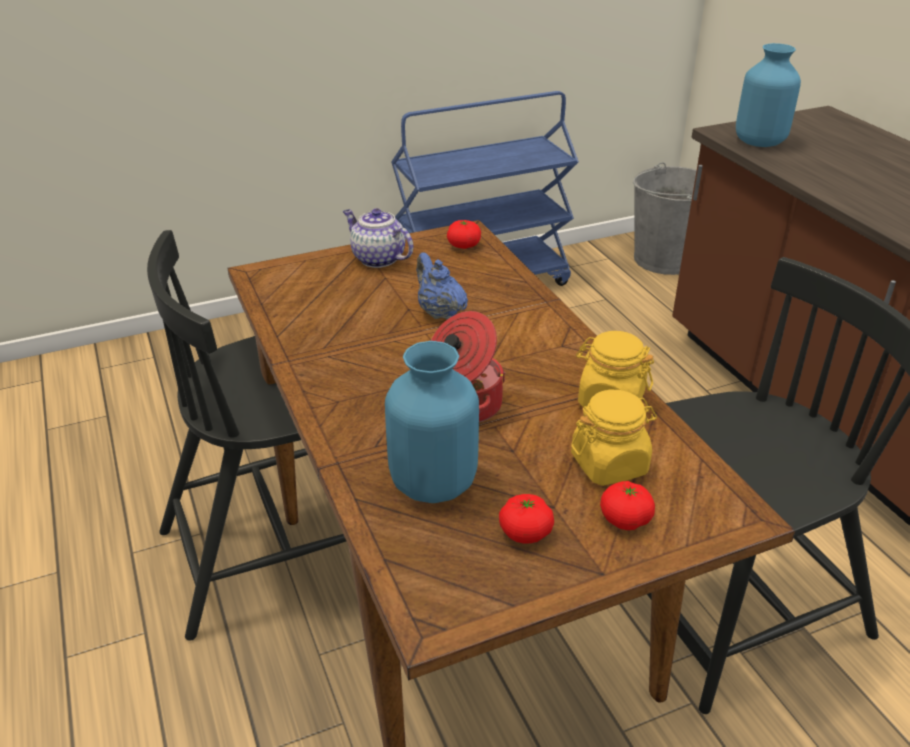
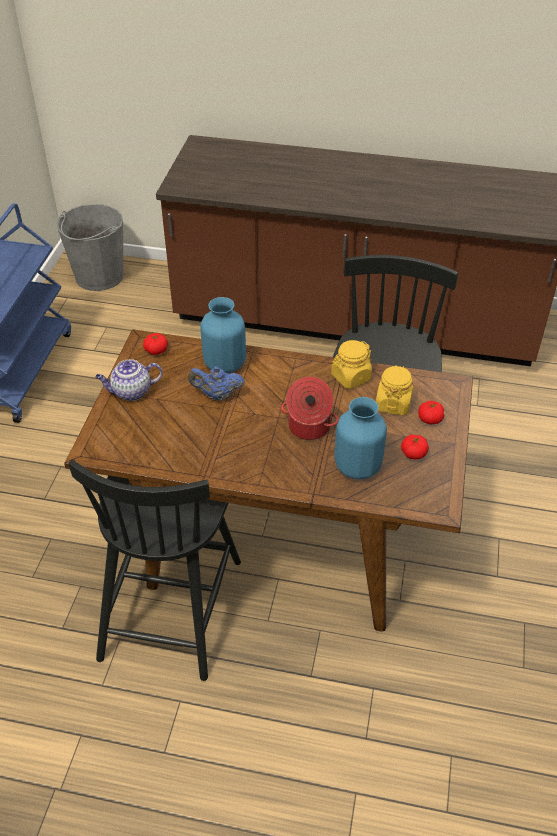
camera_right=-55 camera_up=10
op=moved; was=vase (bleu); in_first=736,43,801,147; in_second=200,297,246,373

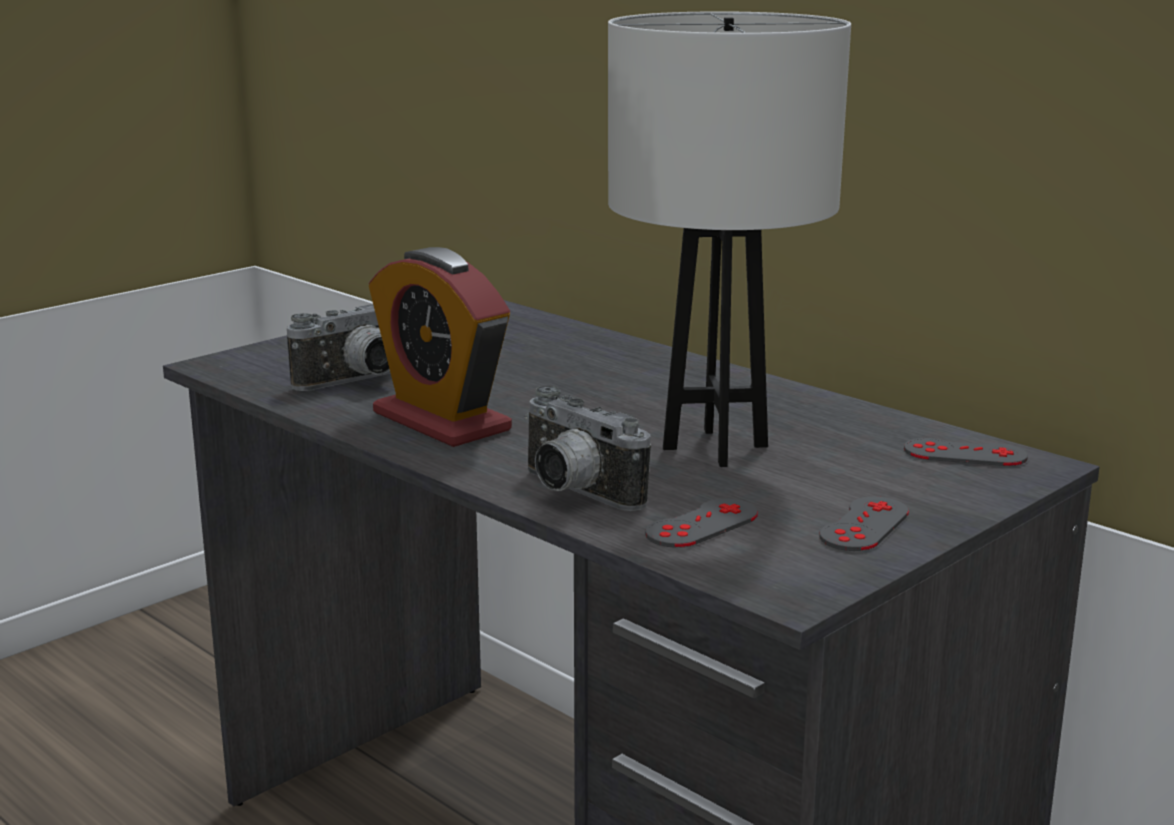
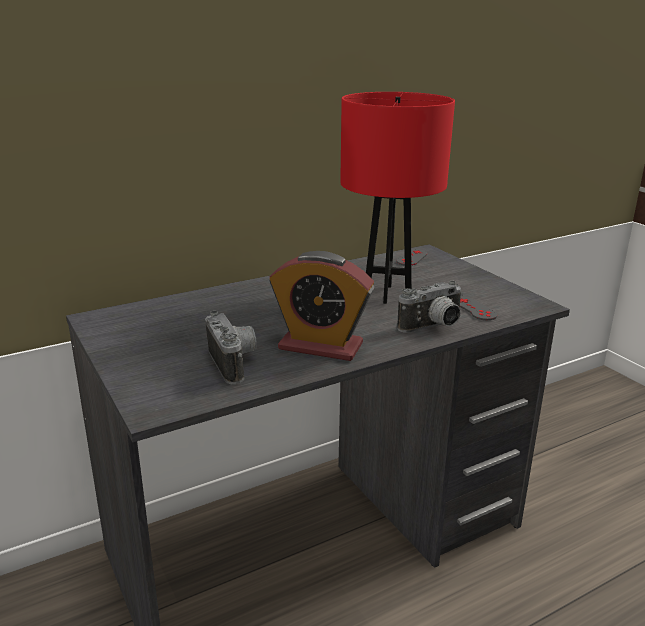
camera_right=-75 camera_up=5
op=turned; was=réveil; in_first=369,247,512,447; in_second=269,251,374,361; clockwise=45
op=recoloured; was=lampe de table (blanc); now=lampe de table (rouge); in_first=608,11,851,467; in_second=340,92,455,304
op=removed; was=manette (gris); in_first=819,497,909,551

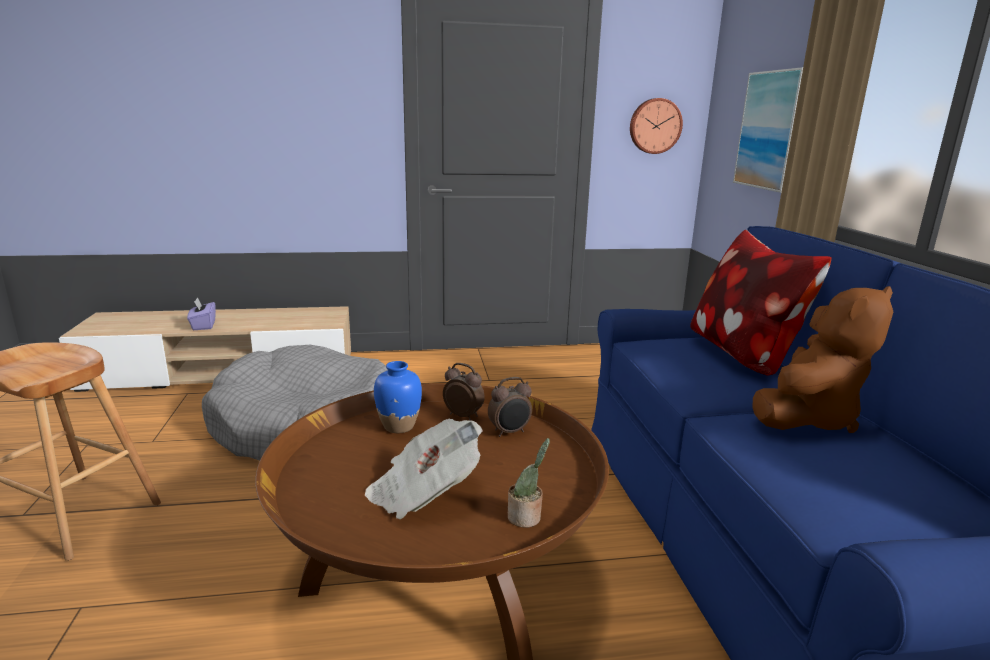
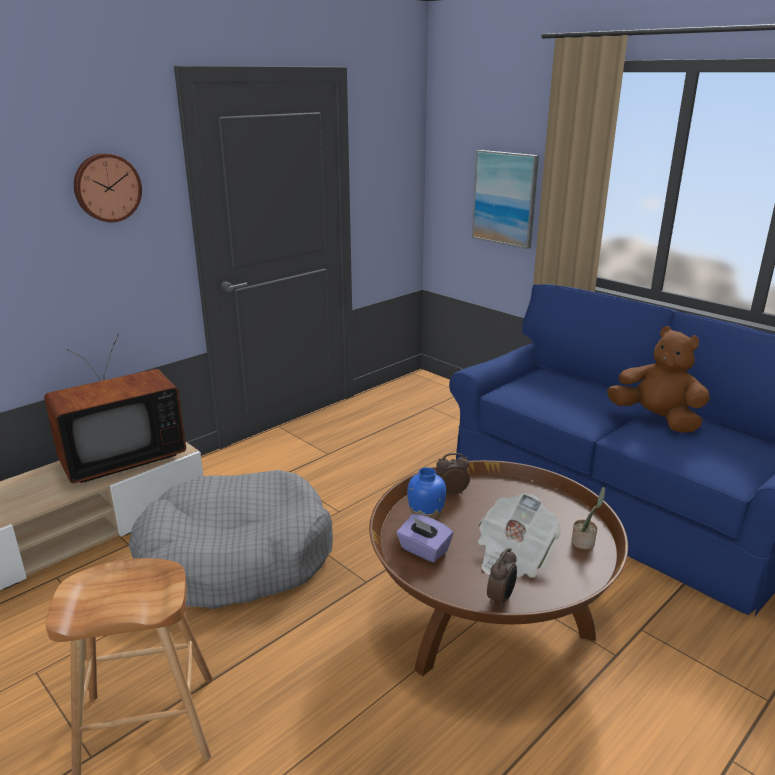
camera_right=-35 camera_up=5
op=moved; was=boîte à mouchoirs (violet); in_first=187,297,216,330; in_second=397,514,453,563
op=moved; was=réveil; in_first=488,377,532,437; in_second=487,548,517,608
op=moved; was=horloge murale; in_first=630,98,683,154; in_second=74,153,142,222
op=removed; was=coussin; in_first=690,230,832,375
op=turned; was=peluche (marron); in_first=753,286,893,433; in_second=607,326,710,433; clockwise=-60
op=added; now=téléviseur; in_second=44,334,186,484

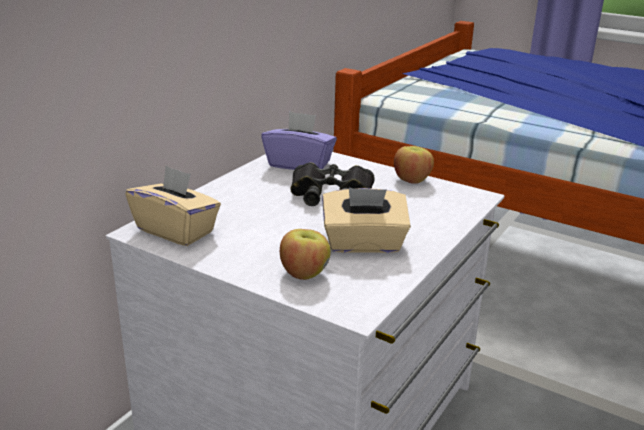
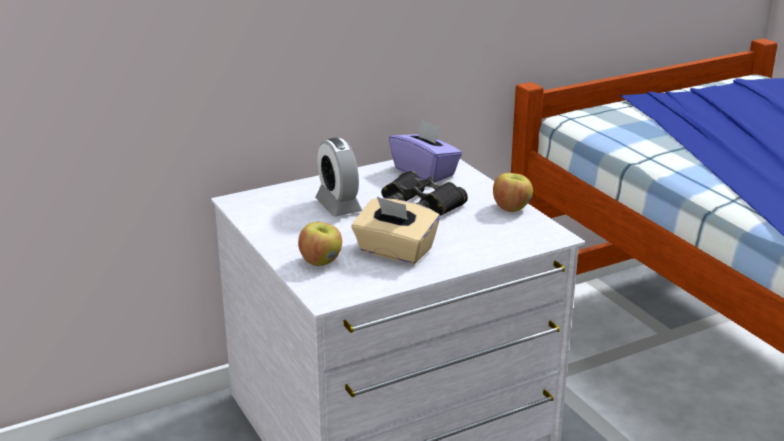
camera_right=30 camera_up=0
op=removed; was=boîte à mouchoirs (beige); in_first=125,166,221,246
op=added; now=réveil; in_second=315,138,362,217

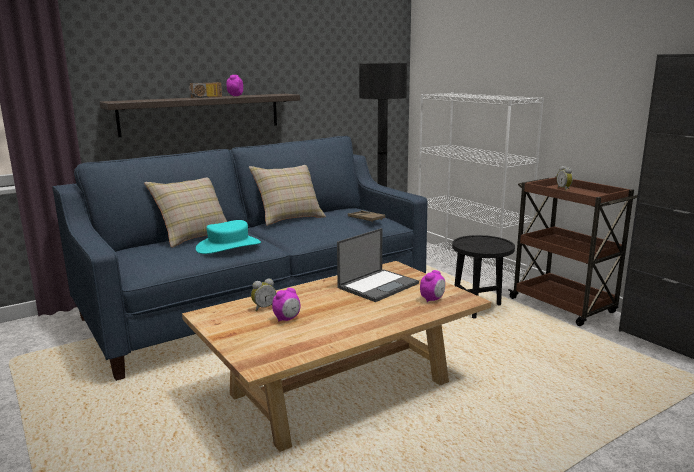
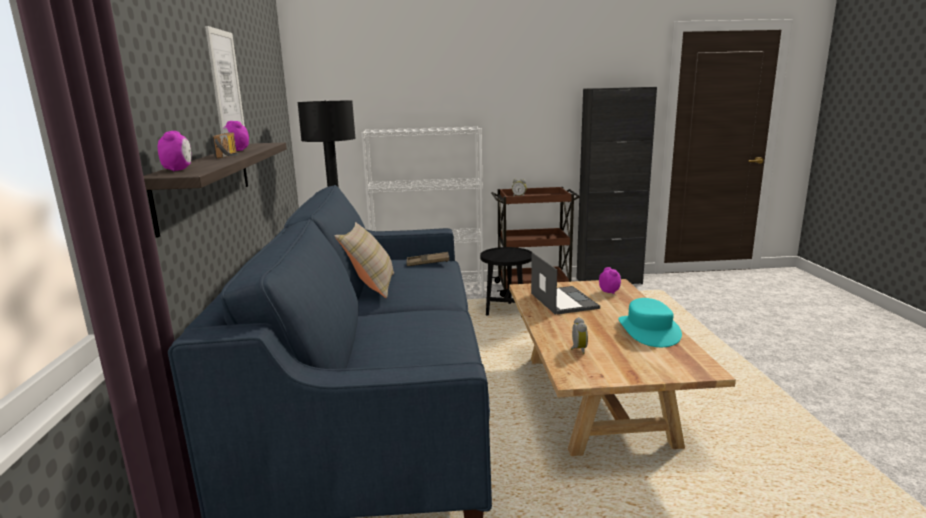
camera_right=-60 camera_up=0
op=removed; was=coussin (beige); in_first=144,177,227,248
op=moved; was=chapeau (turquoise); in_first=196,220,261,254; in_second=618,298,682,347
op=moved; was=réveil; in_first=272,288,301,322; in_second=158,131,191,171
op=added; now=tableau; in_second=205,26,245,134

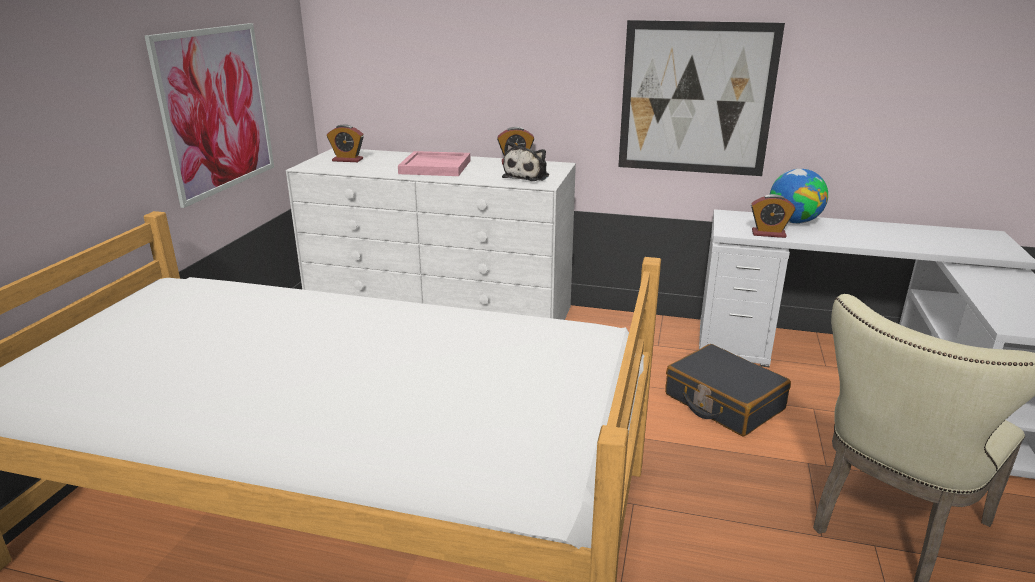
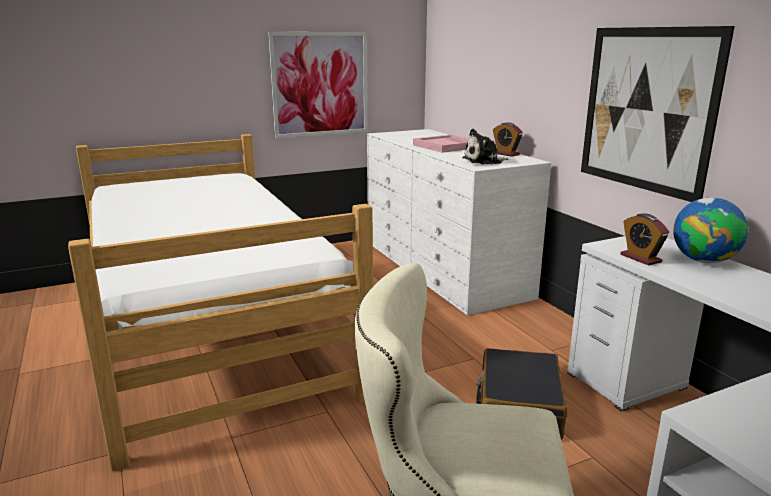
camera_right=50 camera_up=-5
op=removed; was=réveil; in_first=327,124,364,162

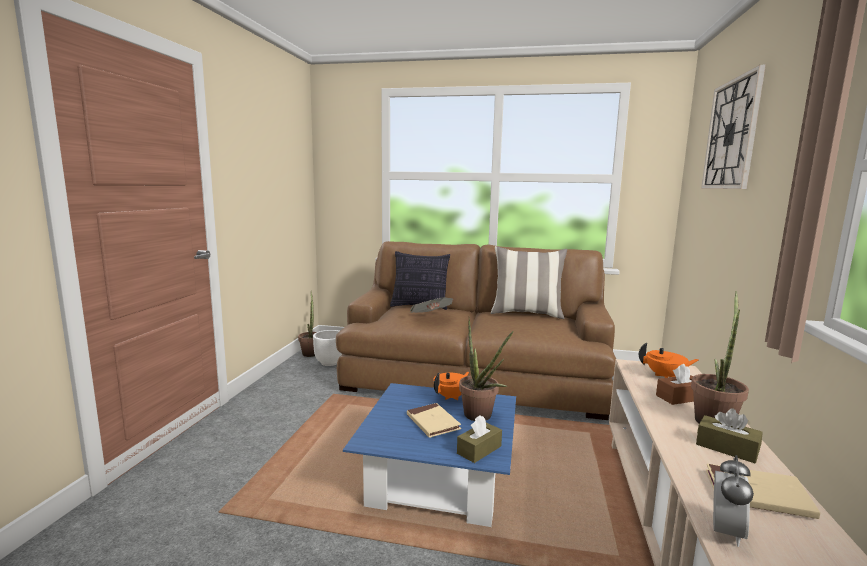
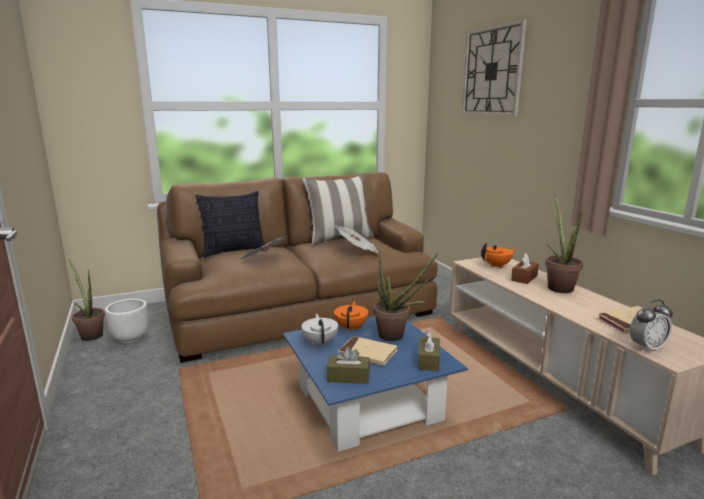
camera_right=-35 camera_up=5
op=moved; was=boîte à mouchoirs (marron); in_first=696,408,763,463; in_second=327,347,370,384
op=turned; was=réveil; in_first=713,455,754,547; in_second=630,300,673,352; clockwise=75
op=added; now=théière (blanc); in_second=302,314,338,347
op=added; now=journal; in_second=335,225,379,253

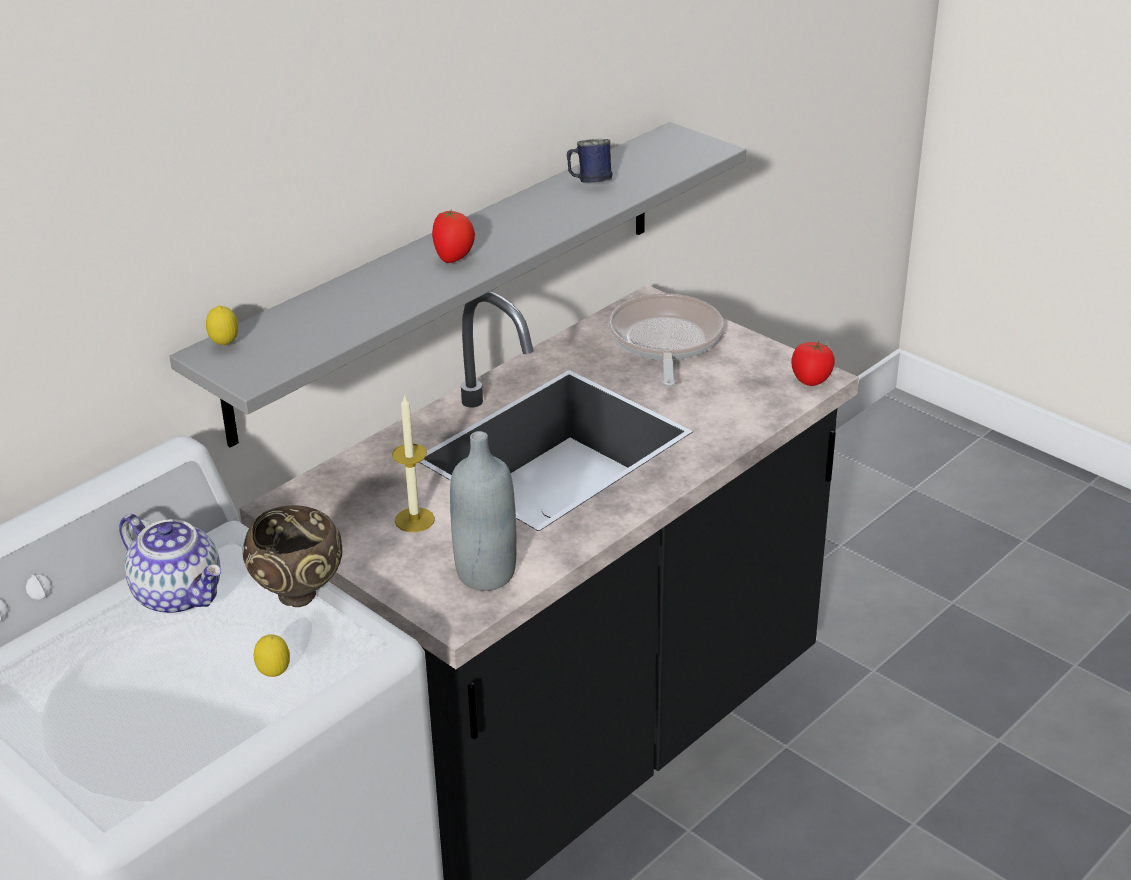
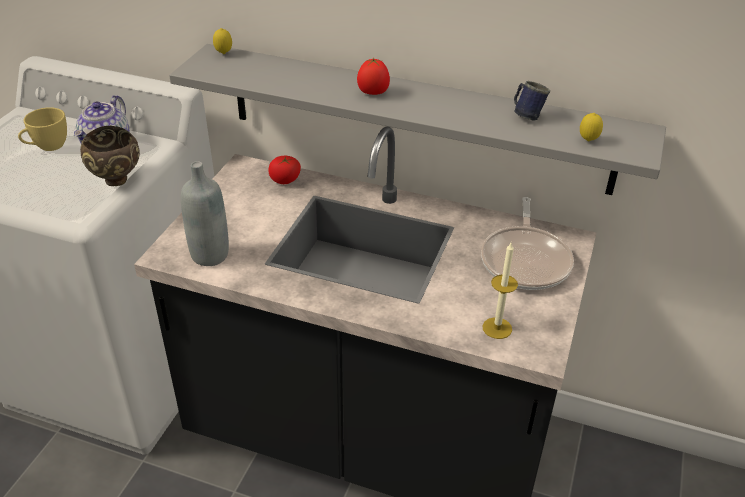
camera_right=65 camera_up=5
op=moved; was=citron; in_first=254,634,290,677; in_second=580,113,603,141
op=moved; was=bougie; in_first=392,394,435,532; in_second=483,243,518,339
op=turned; was=poêle; in_first=609,293,724,387; in_second=481,197,574,290; clockwise=120
op=moved; was=tomate; in_first=791,341,835,386; in_second=268,156,301,184
op=added; now=tasse (jaune); in_second=18,107,67,151

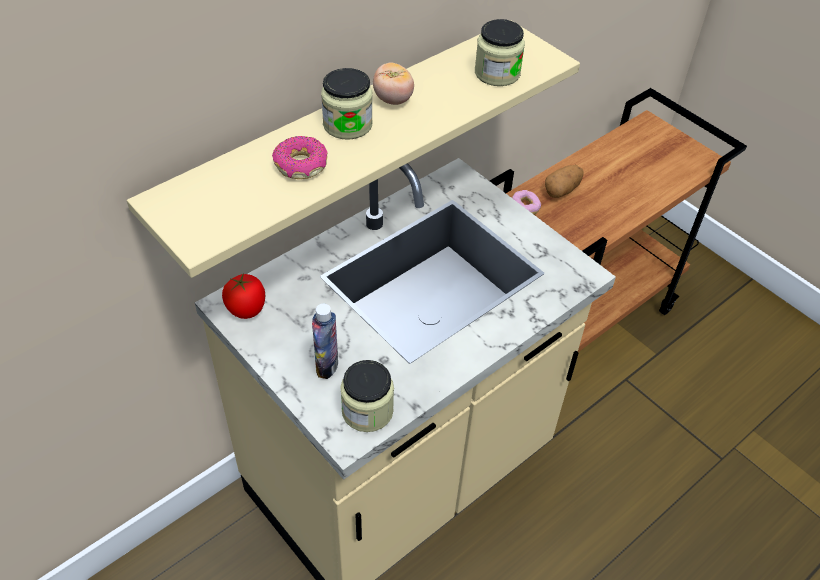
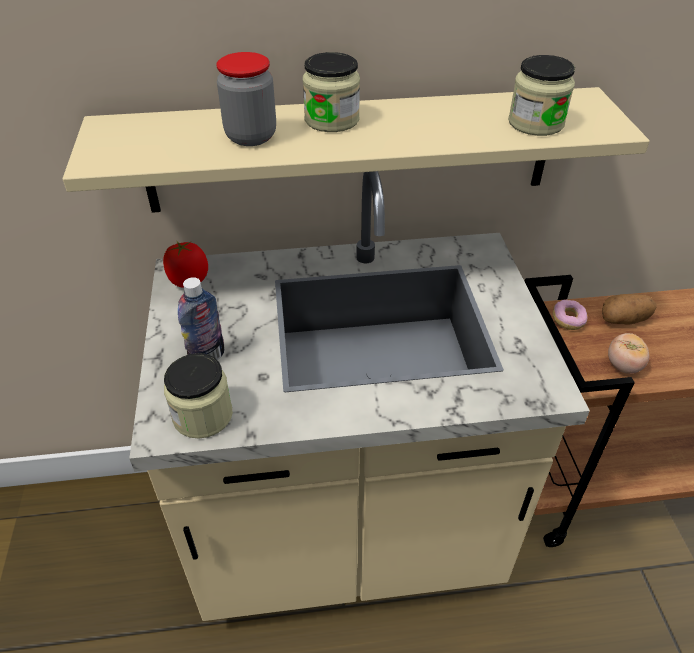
camera_right=35 camera_up=-5
op=replaced; was=beignet; now=bocal; in_first=272,136,328,179; in_second=216,52,276,146
op=moved; was=tomate; in_first=373,63,414,105; in_second=608,333,649,374

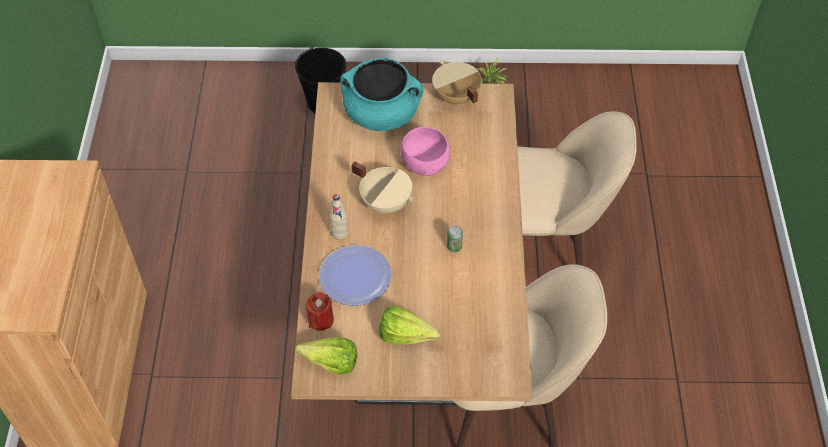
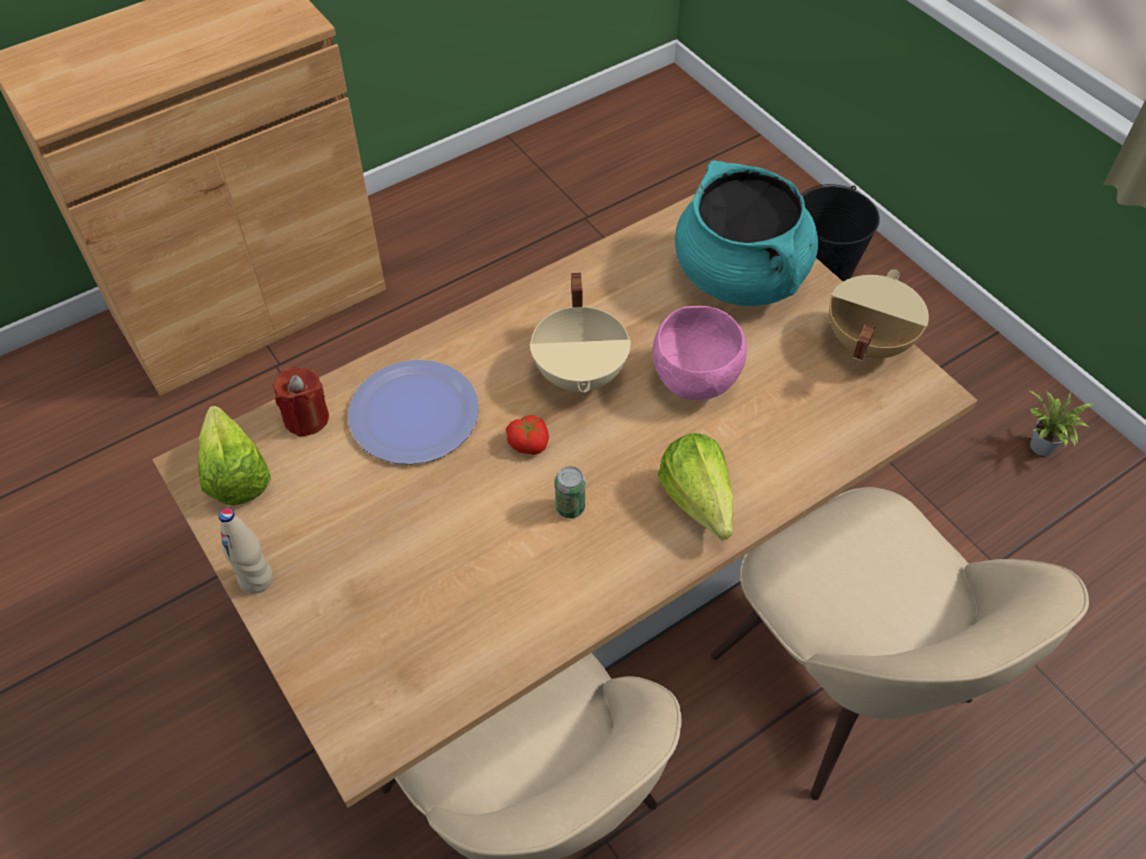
camera_right=55 camera_up=0
op=moved; was=bouteille (beige); in_first=329,194,348,240; in_second=218,508,273,594
op=moved; was=laitue; in_first=380,305,440,344; in_second=658,433,733,540
op=added; now=tomate; in_second=506,415,549,455

